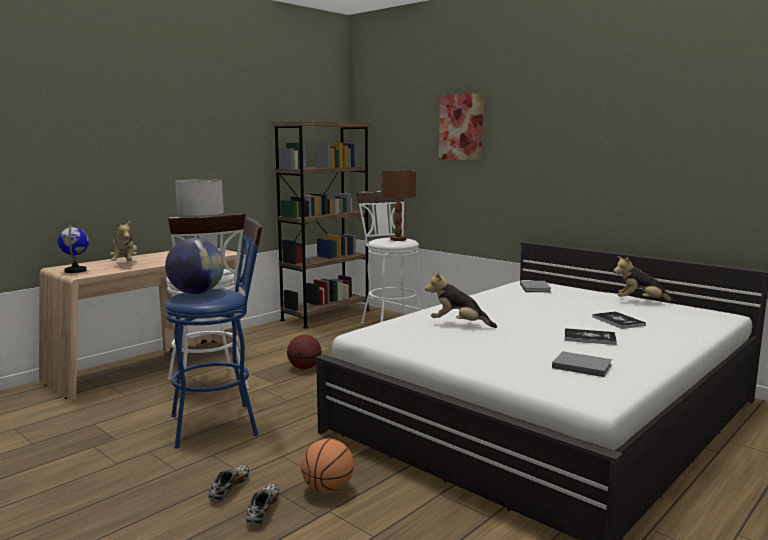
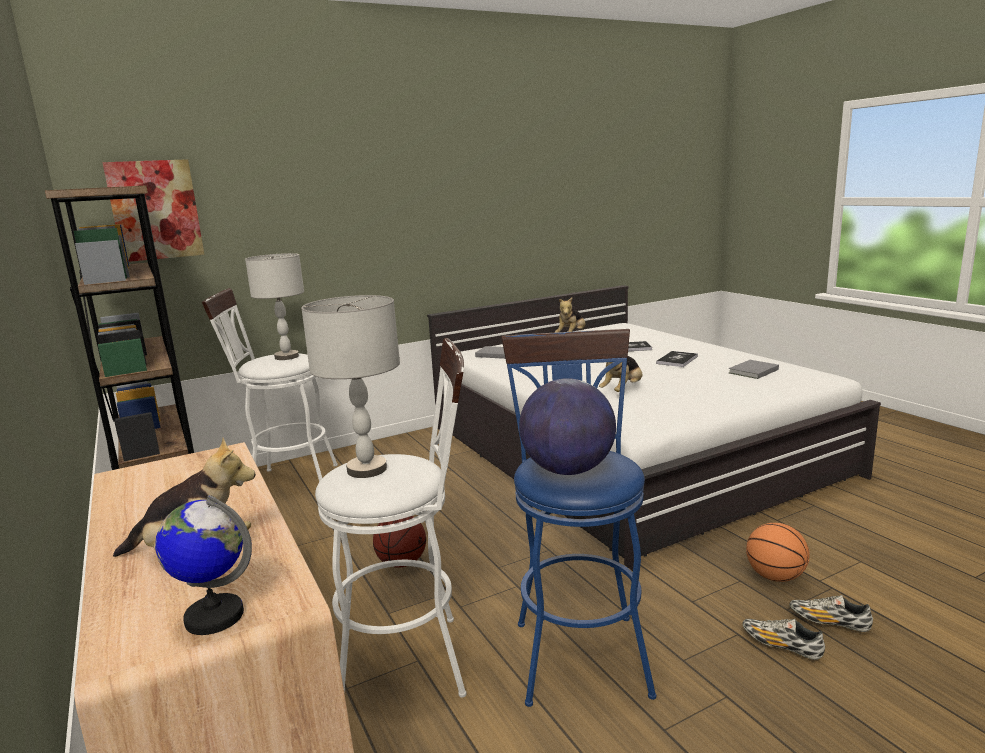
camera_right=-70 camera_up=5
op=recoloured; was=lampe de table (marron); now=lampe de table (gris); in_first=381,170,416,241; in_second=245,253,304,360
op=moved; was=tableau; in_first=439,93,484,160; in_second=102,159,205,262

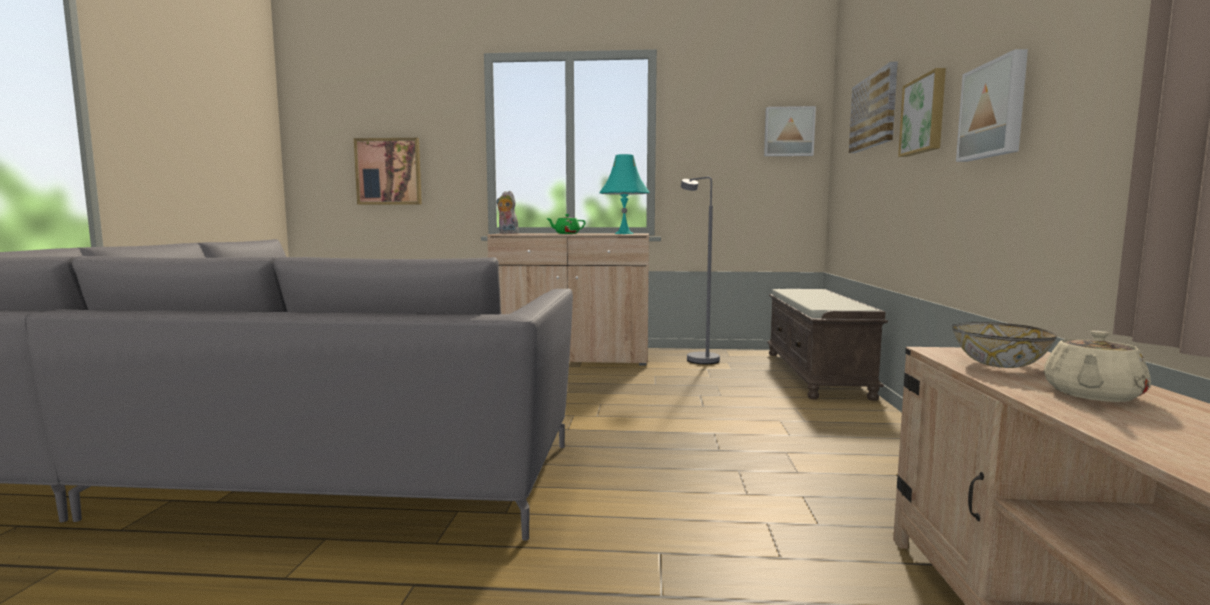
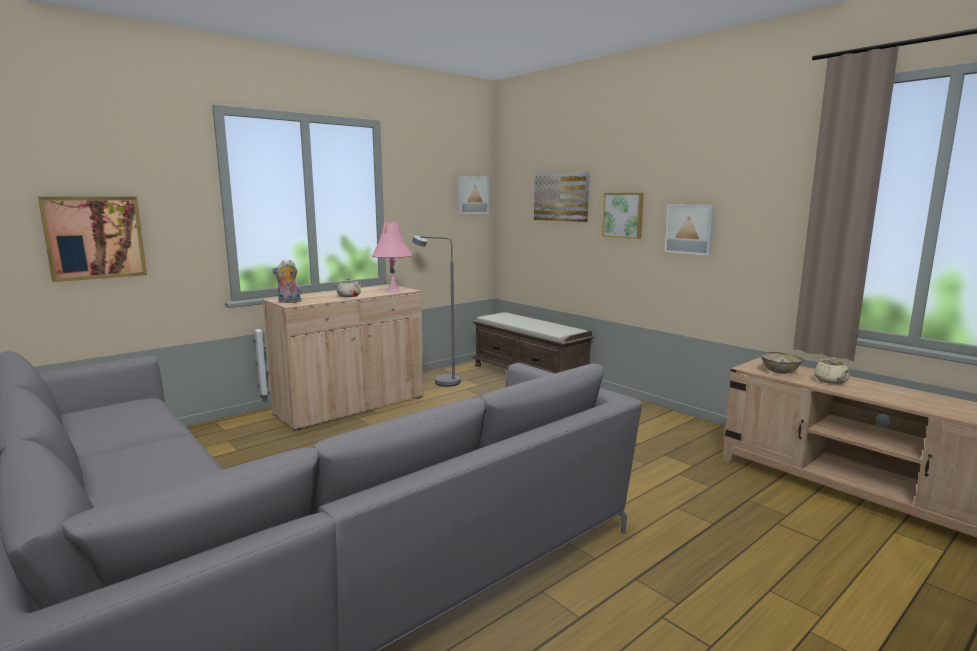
camera_right=-45 camera_up=5
op=recoloured; was=théière (vert); now=théière (beige); in_first=546,214,586,234; in_second=334,278,361,297
op=recoloured; was=lampe de table (turquoise); now=lampe de table (rose); in_first=599,154,650,234; in_second=372,222,412,292

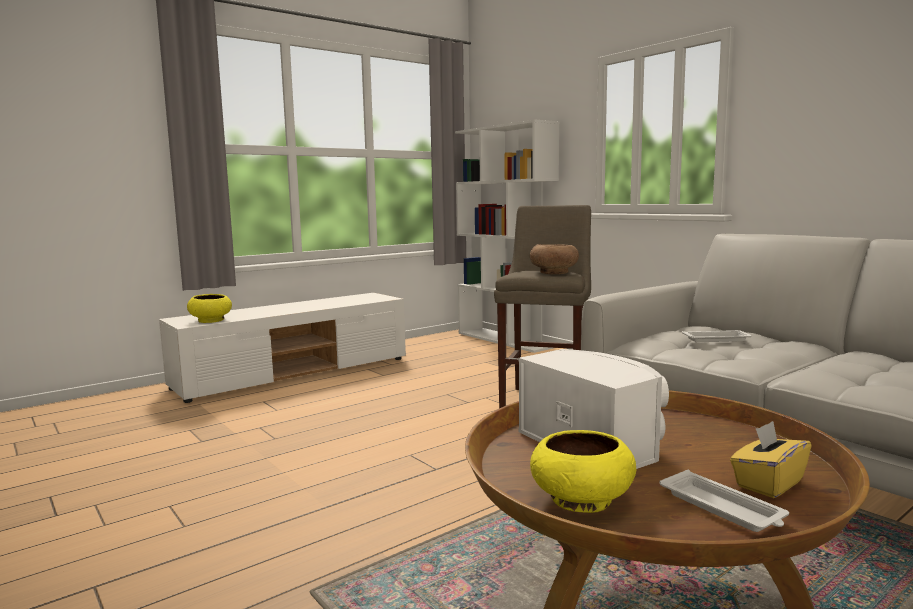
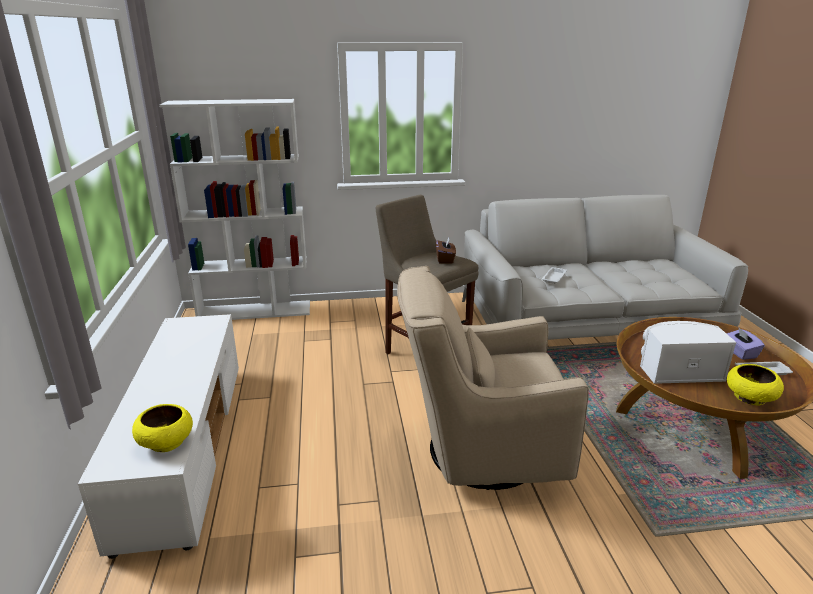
camera_right=-60 camera_up=15
op=replaced; was=bol (marron); now=boîte à mouchoirs (marron); in_first=530,244,579,274; in_second=436,238,456,263
op=recoloured; was=boîte à mouchoirs (jaune); now=boîte à mouchoirs (violet); in_first=730,421,812,498; in_second=726,328,765,360
op=added; now=fauteuil (beige); in_second=397,266,589,490

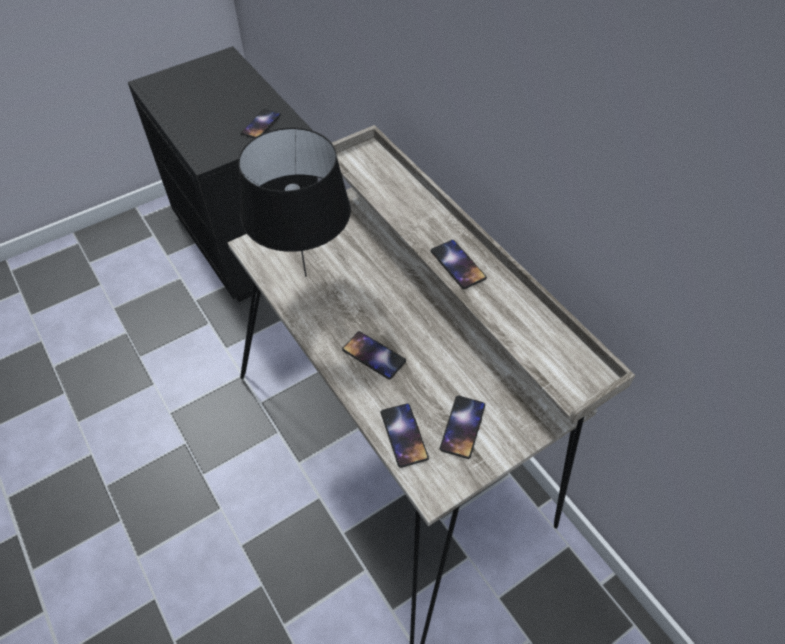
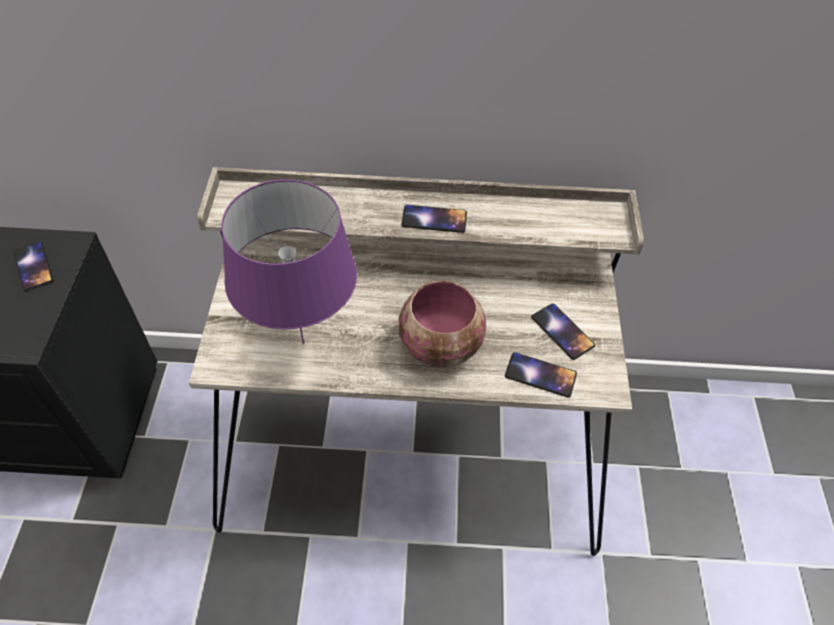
camera_right=-55 camera_up=0
op=recoloured; was=lampe de table (noir); now=lampe de table (violet); in_first=238,127,351,277; in_second=221,179,357,344
op=replaced; was=téléphone; now=bol; in_first=342,331,406,379; in_second=399,280,486,367

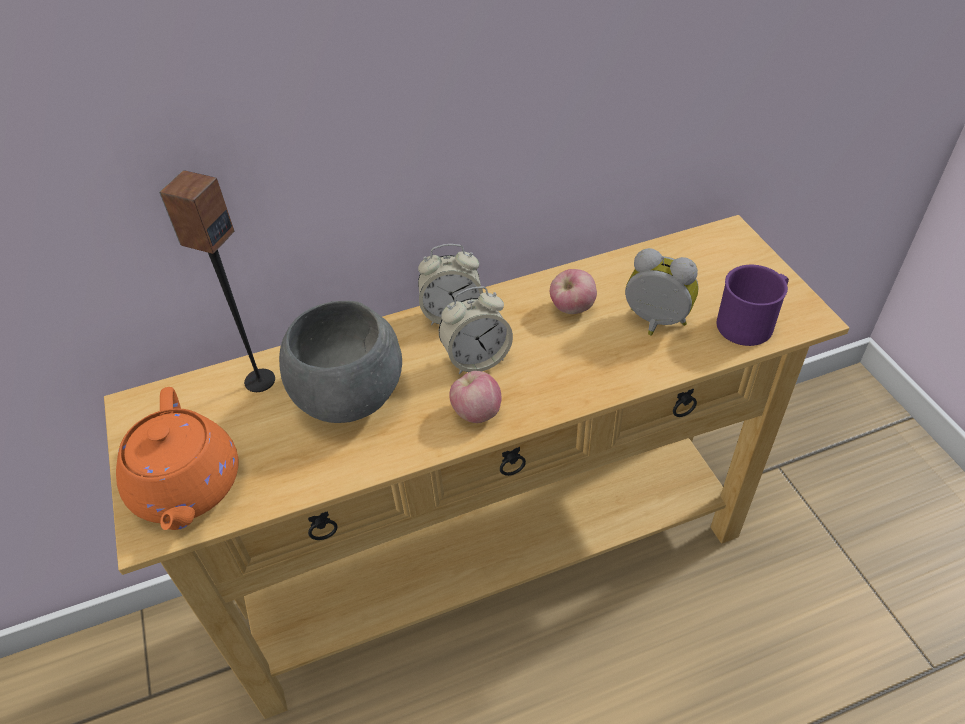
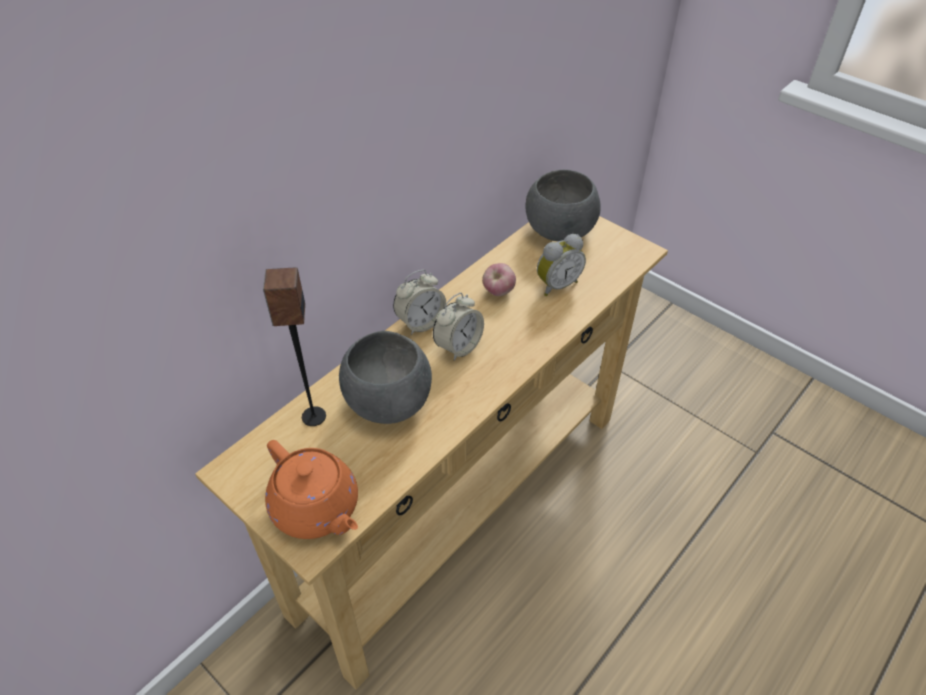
camera_right=-30 camera_up=0
op=removed; was=pomme; in_first=449,371,501,423
op=turned; was=réveil; in_first=625,248,699,336; in_second=537,234,586,296; clockwise=150
op=removed; was=mug (violet); in_first=717,265,789,346
op=added; now=bol (gris); in_second=526,170,601,241

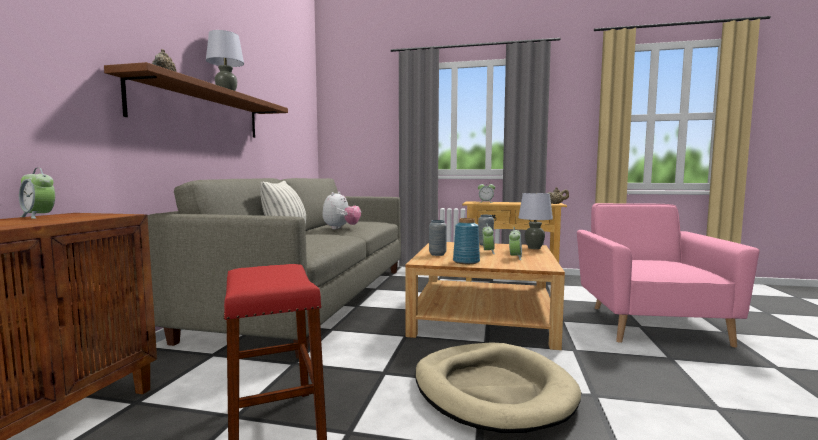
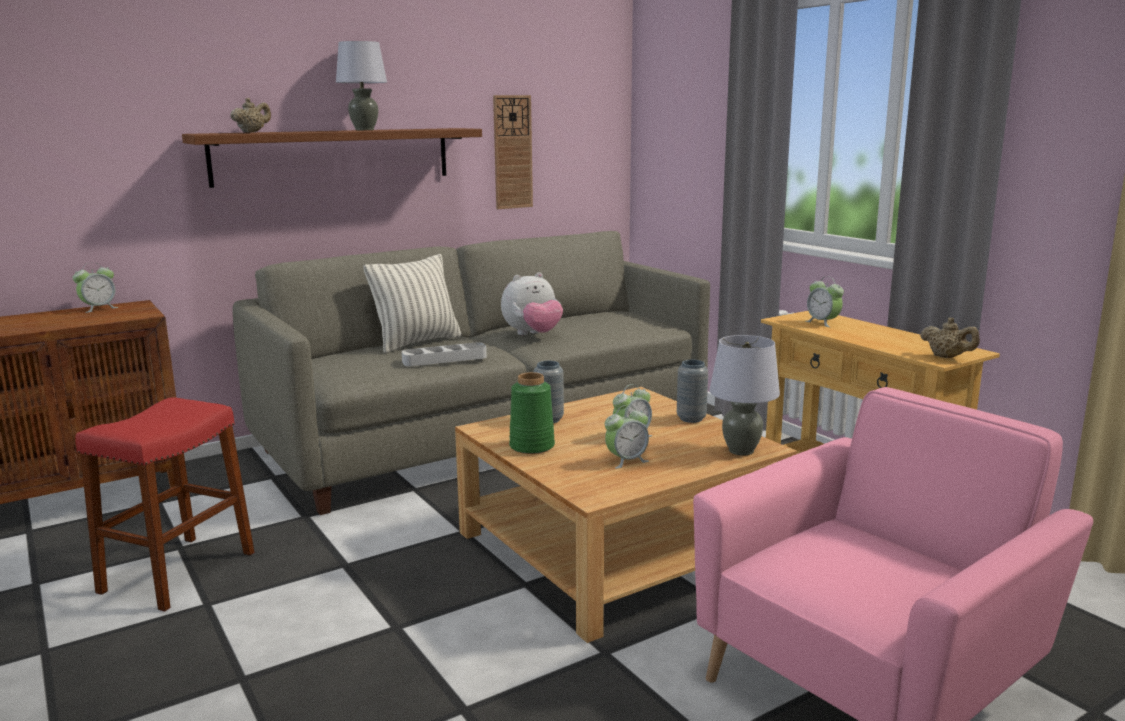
camera_right=45 camera_up=10
op=turned; was=réveil; in_first=19,168,55,219; in_second=73,262,119,313; clockwise=-120
op=removed; was=panier pour chien (beige); in_first=415,342,581,433
op=recoloured; was=vase (bleu); now=vase (vert); in_first=453,218,480,264; in_second=509,372,555,454
op=added; now=plateau (gris); in_second=402,342,487,366
op=added; now=horloge murale; in_second=493,95,533,209

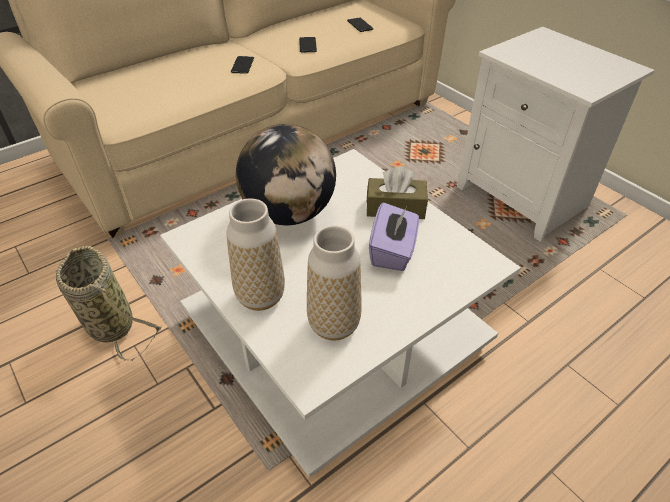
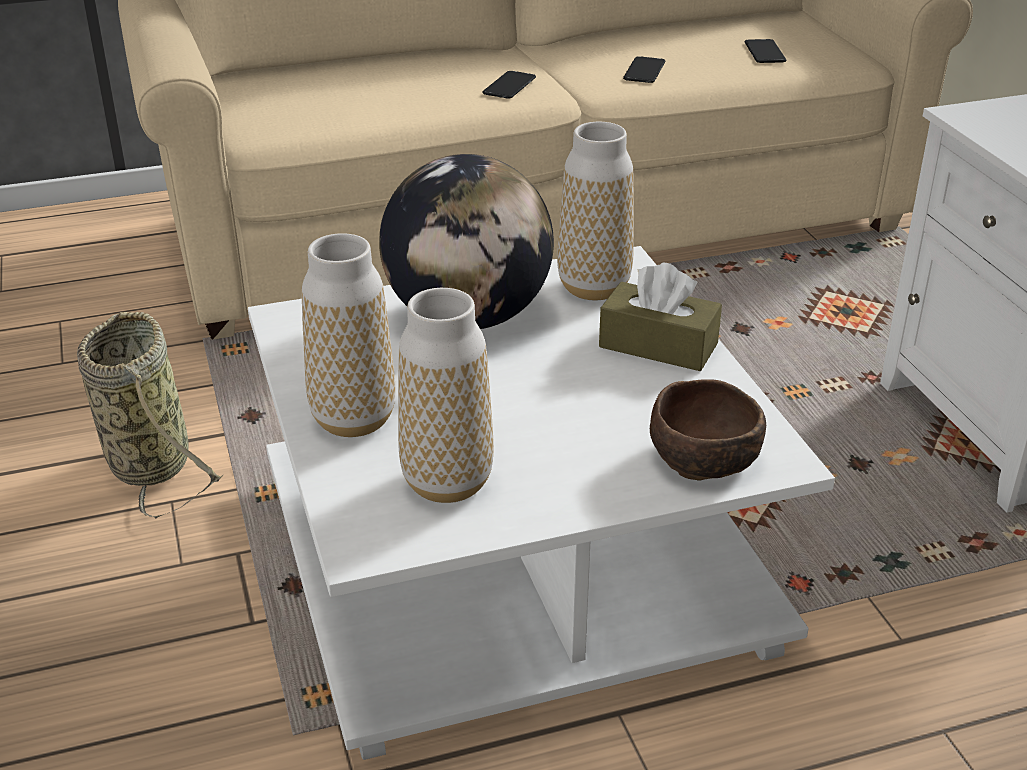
camera_right=20 camera_up=-10
op=removed; was=boîte à mouchoirs (violet); in_first=369,202,419,271
op=added; now=vase; in_second=557,122,634,300
op=added; now=bol (marron); in_second=650,379,766,481

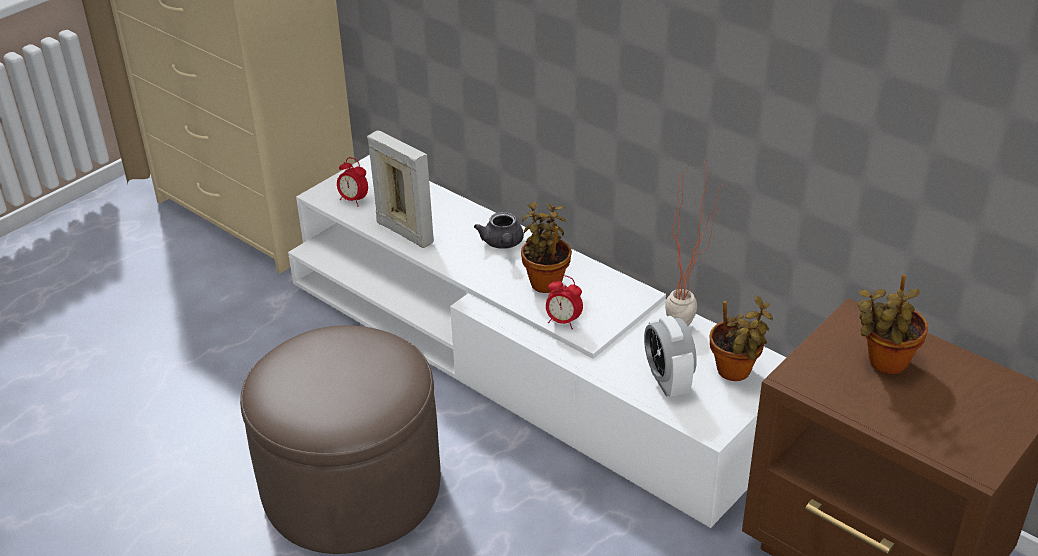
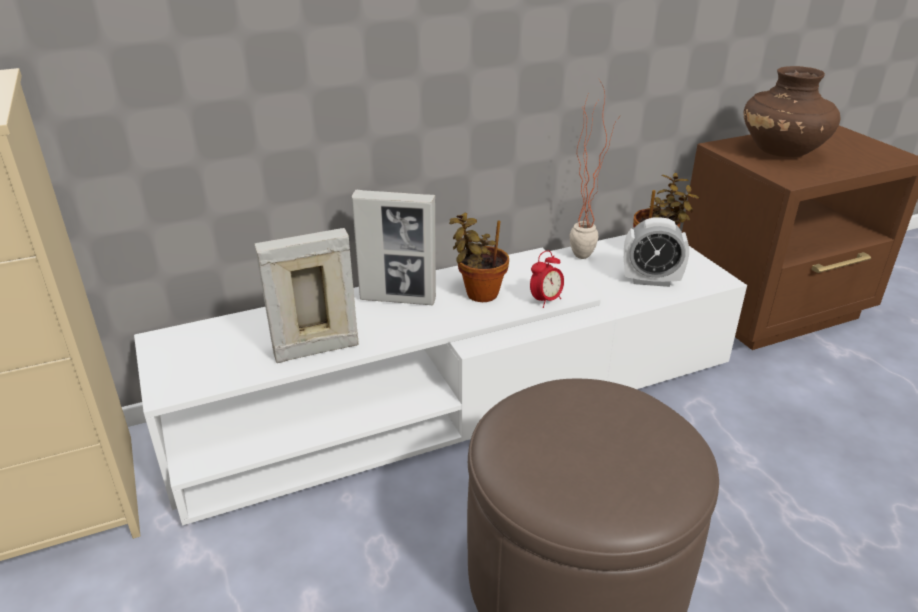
camera_right=-65 camera_up=-5
op=removed; was=réveil; in_first=337,157,368,206
op=replaced; was=théière (gris); now=cadre photo; in_first=474,212,524,249; in_second=352,190,436,305
op=replaced; was=plante en pot; now=vase (marron); in_first=857,275,928,374; in_second=744,66,840,157

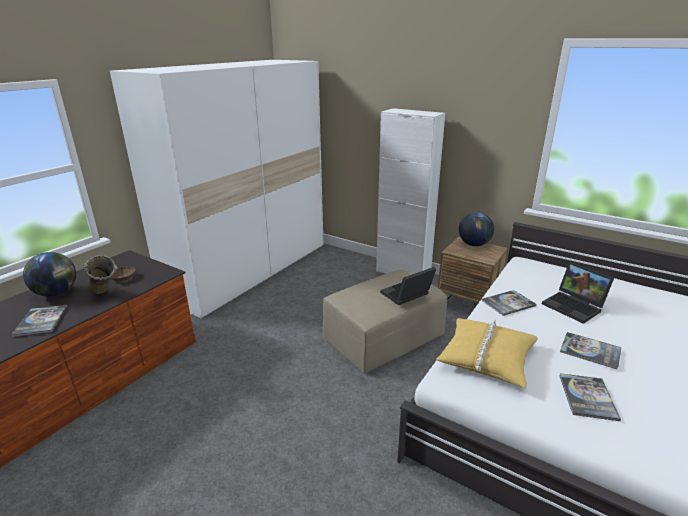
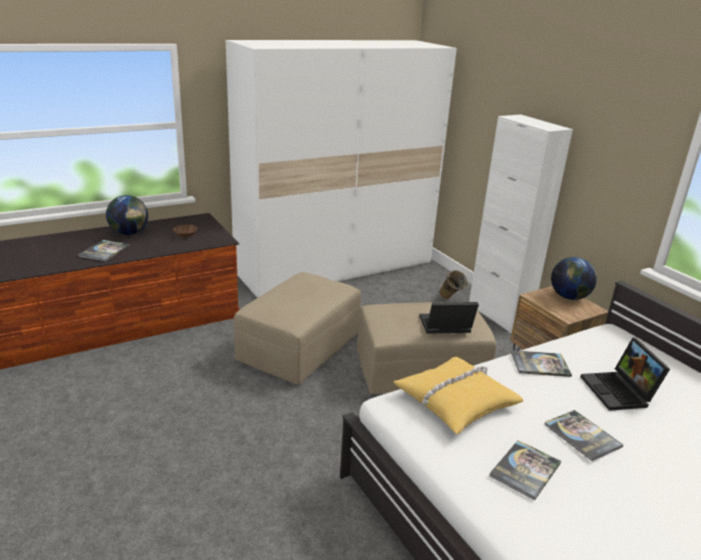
camera_right=25 camera_up=0
op=moved; was=vase (beige); in_first=83,255,118,294; in_second=440,270,468,299
op=added; now=pouf (beige); in_second=234,272,361,385

